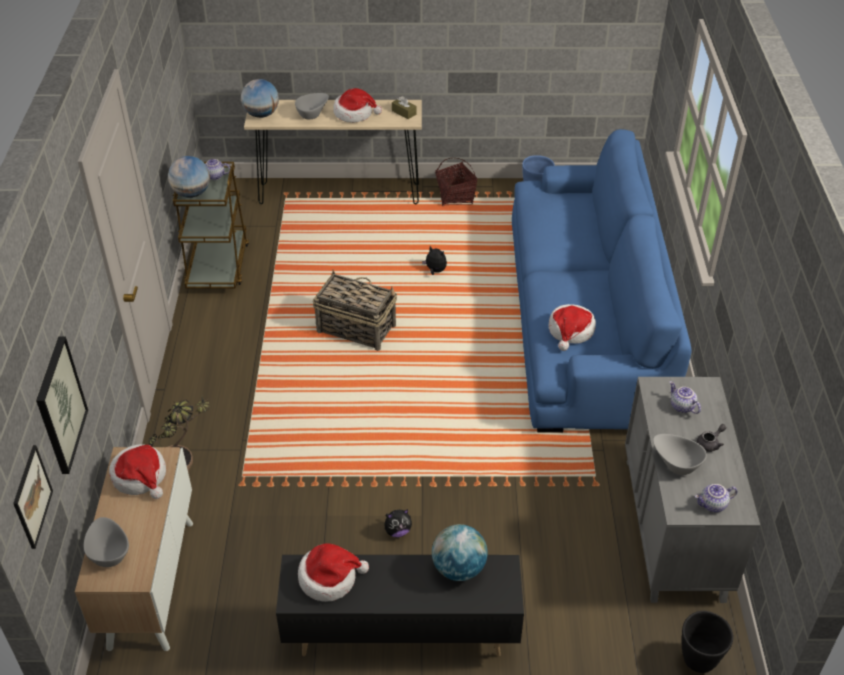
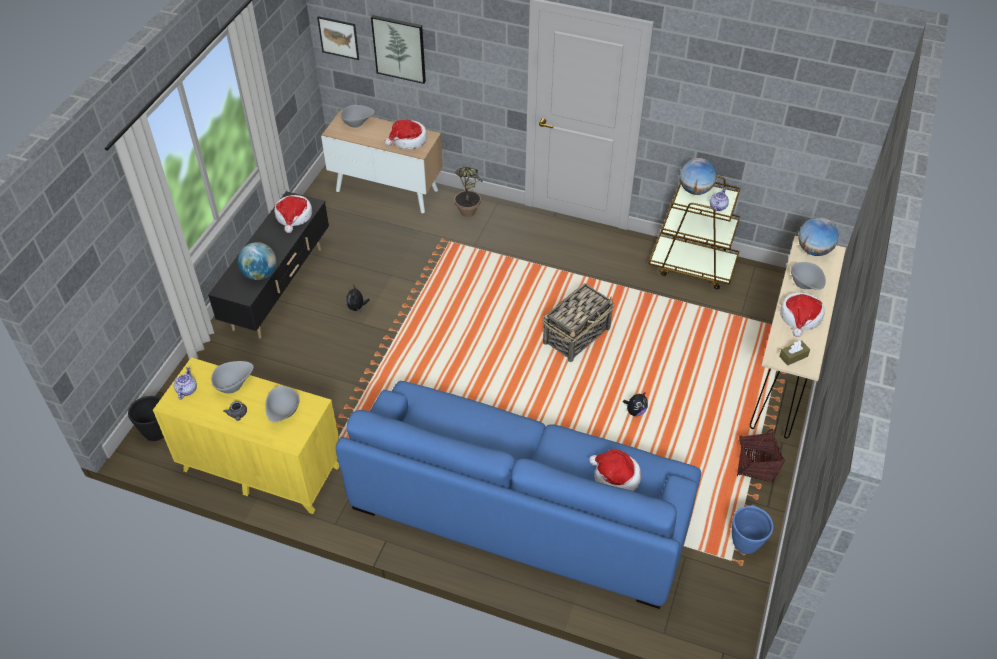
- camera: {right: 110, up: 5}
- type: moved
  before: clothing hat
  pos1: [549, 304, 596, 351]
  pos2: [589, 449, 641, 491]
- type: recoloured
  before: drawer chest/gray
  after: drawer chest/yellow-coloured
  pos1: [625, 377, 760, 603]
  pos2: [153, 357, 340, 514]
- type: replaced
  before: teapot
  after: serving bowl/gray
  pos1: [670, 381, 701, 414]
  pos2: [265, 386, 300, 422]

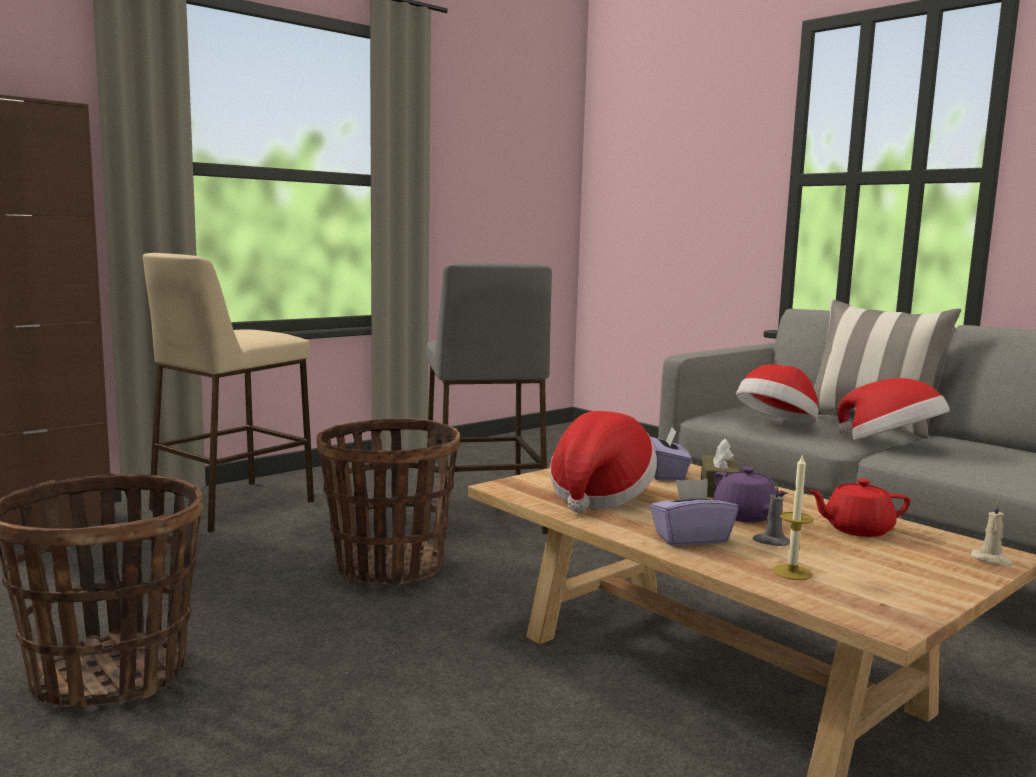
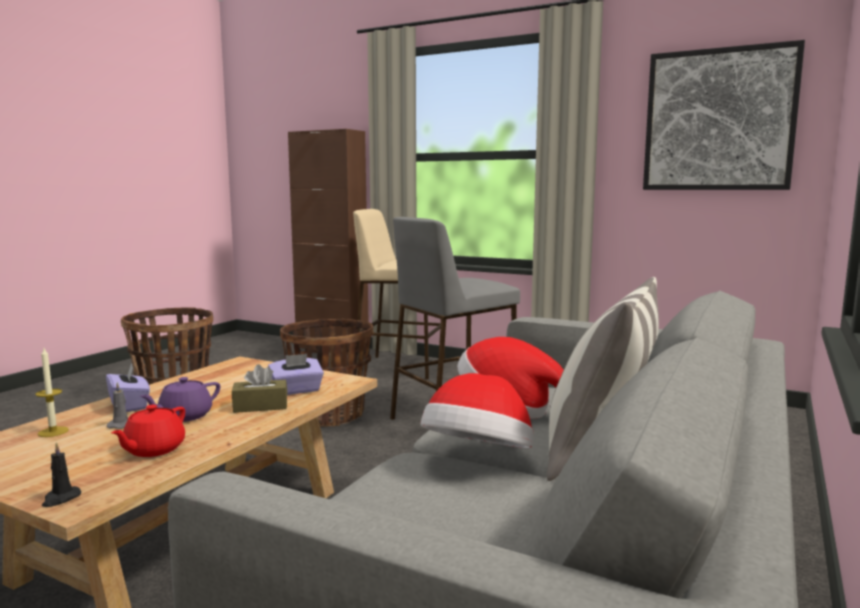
- camera: {right: 70, up: 0}
- type: removed
  before: clothing hat
  pos1: [550, 411, 657, 512]
- type: turned
  before: teapot/red
  pos1: [807, 479, 910, 537]
  pos2: [111, 405, 185, 457]
  turn: -135
- type: recoloured
  before: candle/beige-coloured
  after: candle/blackish
  pos1: [971, 500, 1014, 566]
  pos2: [42, 442, 81, 507]
- type: added
  after: picture
  pos2: [643, 40, 805, 190]

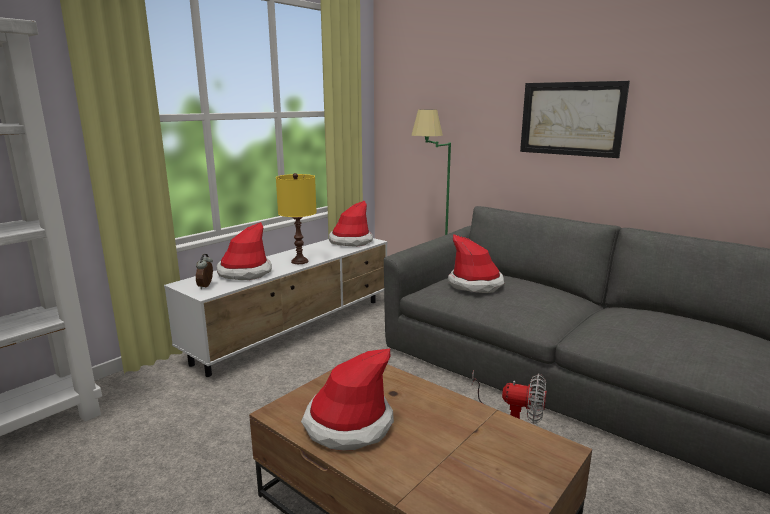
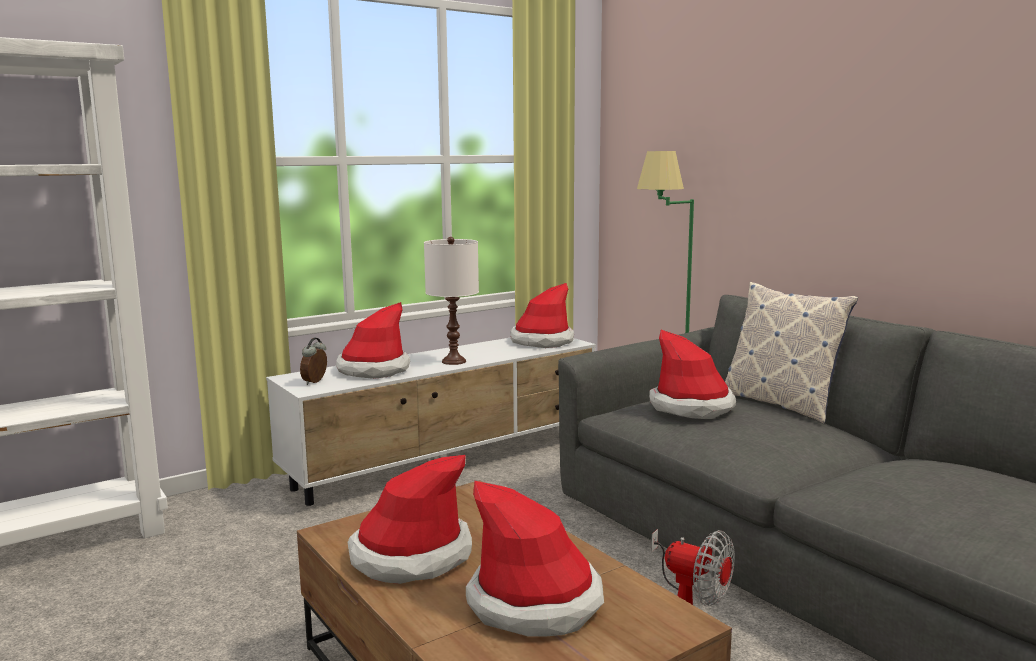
- camera: {right: 15, up: -5}
- type: removed
  before: picture
  pos1: [520, 81, 630, 158]
- type: recoloured
  before: tabletop lamp/yellow-coloured
  after: tabletop lamp/whitish
  pos1: [276, 173, 317, 264]
  pos2: [424, 237, 479, 365]
- type: added
  after: pillow
  pos2: [725, 282, 858, 424]
- type: added
  after: clothing hat
  pos2: [466, 481, 604, 637]

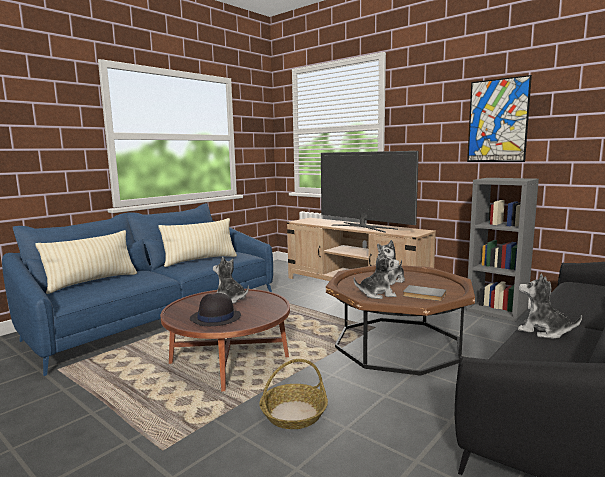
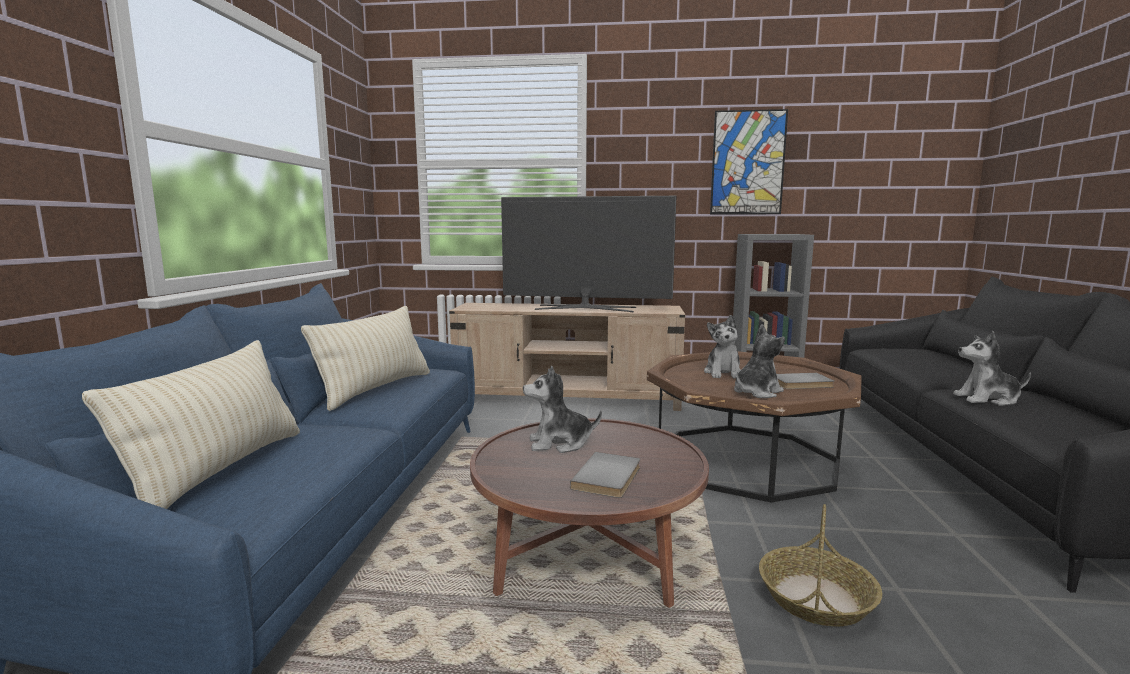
- camera: {right: -35, up: 0}
- type: replaced
  before: clothing hat/blackish
  after: book/gray
  pos1: [190, 293, 241, 326]
  pos2: [570, 452, 640, 498]

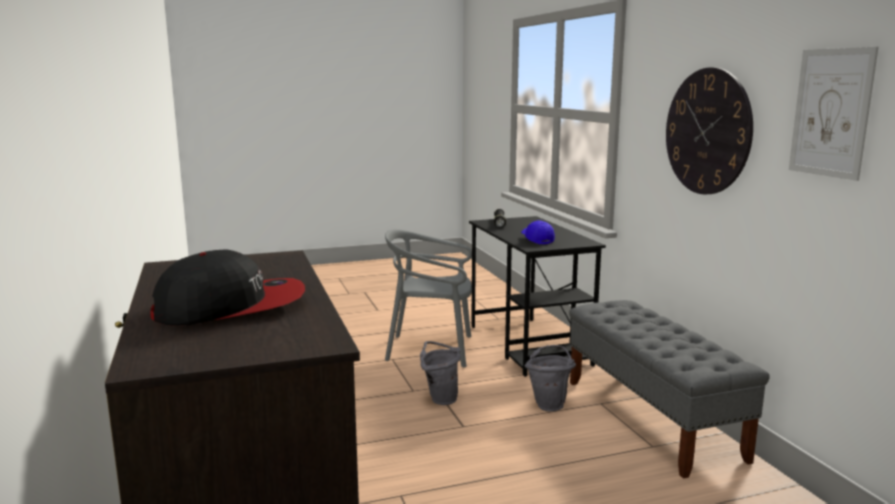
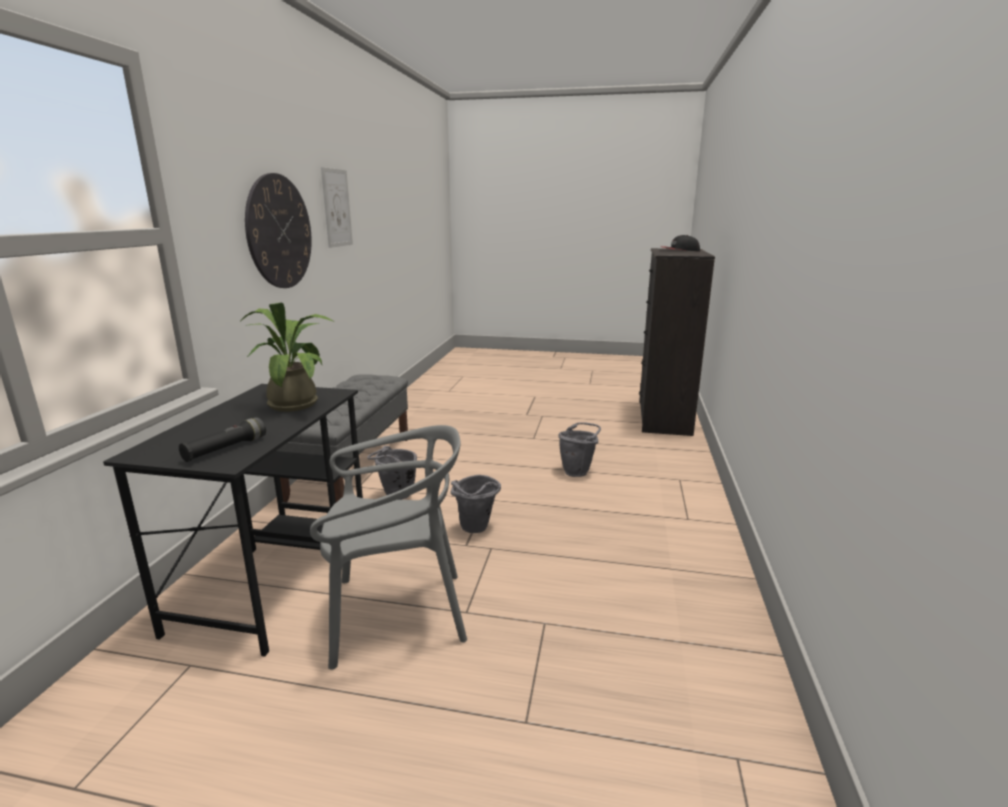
- camera: {right: -150, up: 5}
- type: replaced
  before: baseball cap/blue-coloured
  after: potted plant
  pos1: [521, 220, 555, 244]
  pos2: [240, 303, 334, 412]
- type: turned
  before: plain chair/gray
  pos1: [385, 229, 472, 368]
  pos2: [310, 425, 467, 670]
  turn: -45
- type: added
  after: bucket/gray
  pos2: [558, 422, 601, 477]

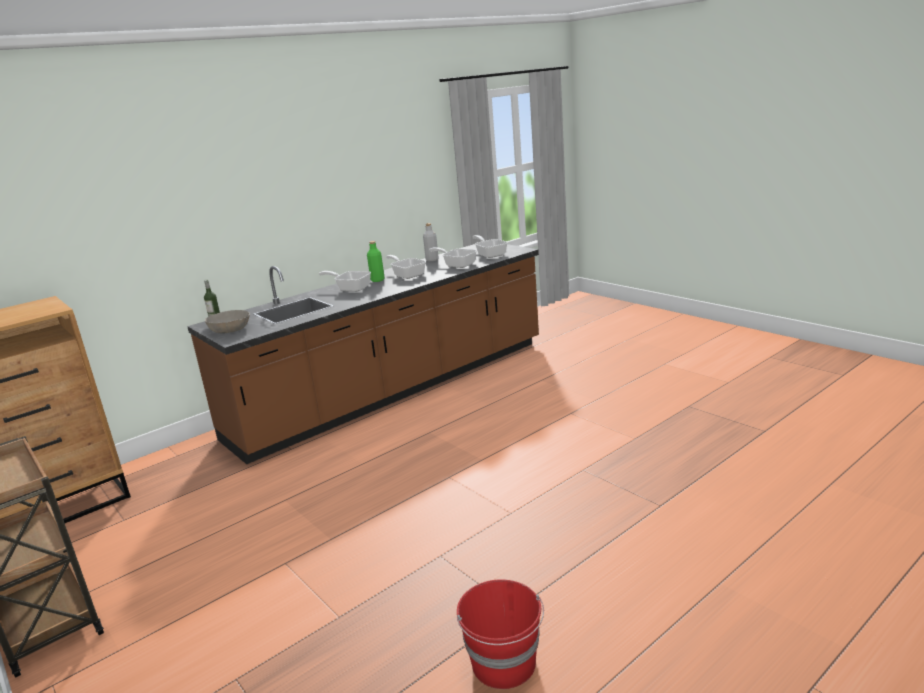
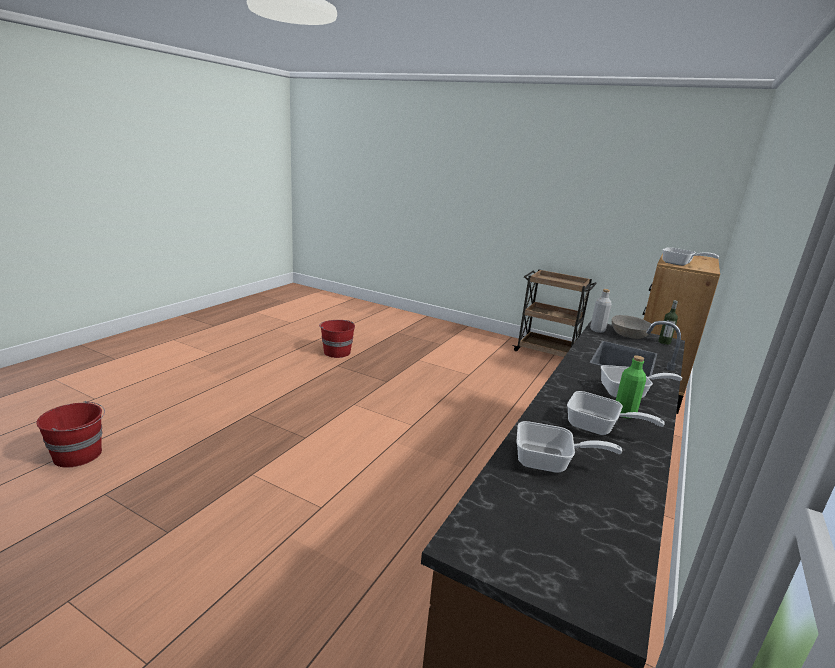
- camera: {right: 155, up: 0}
- type: moved
  before: drink bottle/gray
  pos1: [423, 223, 439, 261]
  pos2: [590, 289, 612, 333]
- type: moved
  before: pan
  pos1: [473, 235, 508, 258]
  pos2: [662, 247, 719, 266]
- type: added
  after: bucket/red
  pos2: [36, 401, 105, 468]

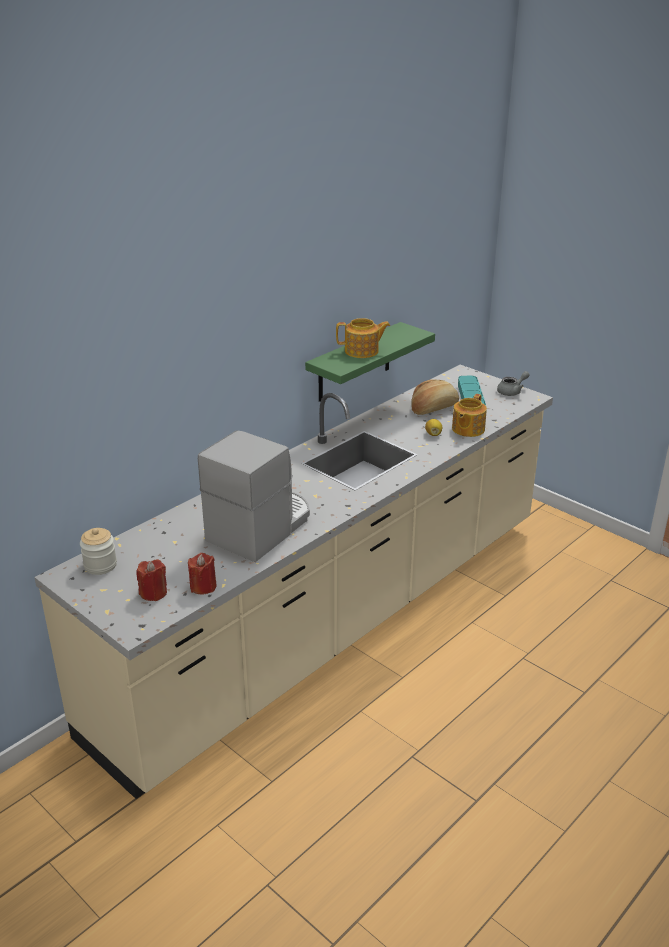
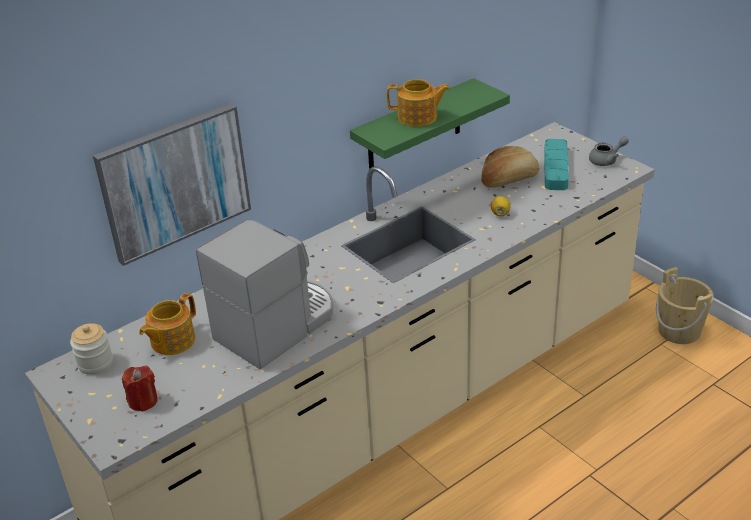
- camera: {right: 10, up: 5}
- type: moved
  before: teapot
  pos1: [452, 394, 487, 437]
  pos2: [139, 293, 196, 355]
- type: removed
  before: candle/red
  pos1: [188, 553, 217, 595]
- type: added
  after: picture
  pos2: [93, 104, 251, 266]
- type: added
  after: bucket/beige-coloured
  pos2: [656, 267, 714, 344]

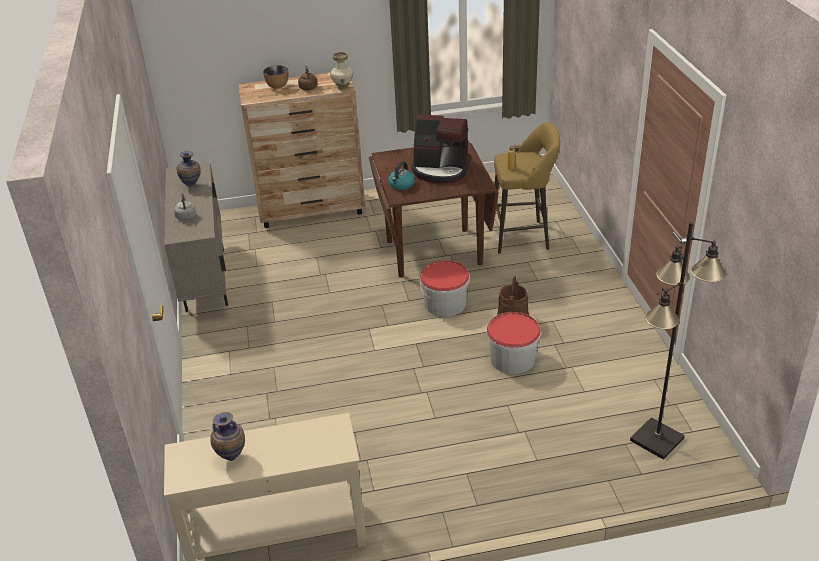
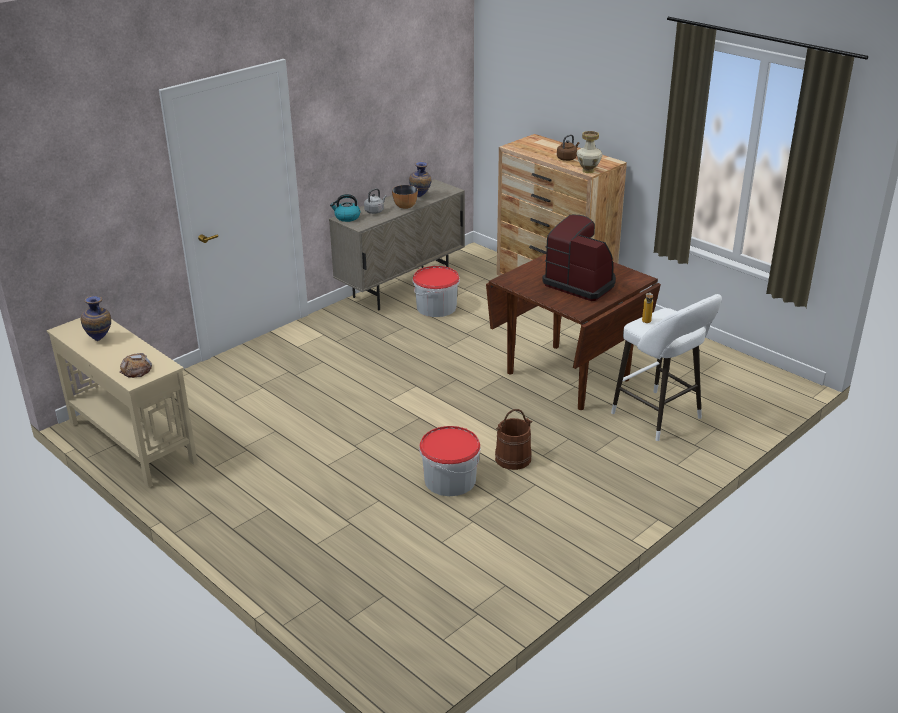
- camera: {right: 55, up: -5}
- type: moved
  before: serving bowl
  pos1: [263, 65, 288, 89]
  pos2: [392, 185, 418, 209]
- type: turned
  before: coffee maker
  pos1: [412, 114, 471, 183]
  pos2: [542, 214, 616, 301]
  turn: 150
- type: recoloured
  before: stool seat/yellow-coloured
  after: stool seat/whitish
  pos1: [493, 122, 560, 254]
  pos2: [611, 294, 722, 441]
- type: moved
  before: water kettle
  pos1: [388, 161, 415, 190]
  pos2: [330, 194, 360, 222]
- type: removed
  before: standing lamp/blackish
  pos1: [630, 222, 726, 460]
- type: moved
  before: bucket
  pos1: [420, 260, 470, 317]
  pos2: [413, 266, 460, 317]
- type: added
  after: bakery bread
  pos2: [120, 353, 152, 378]

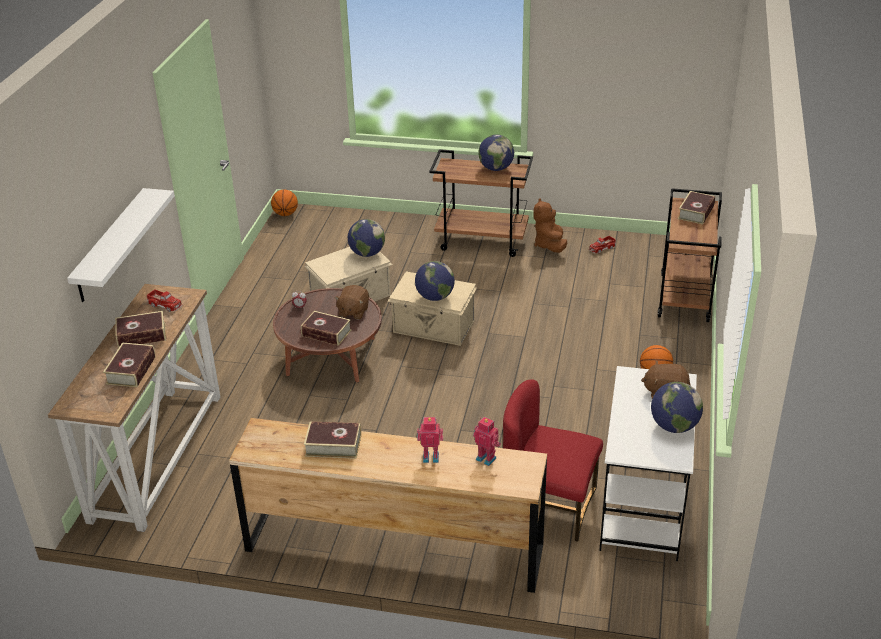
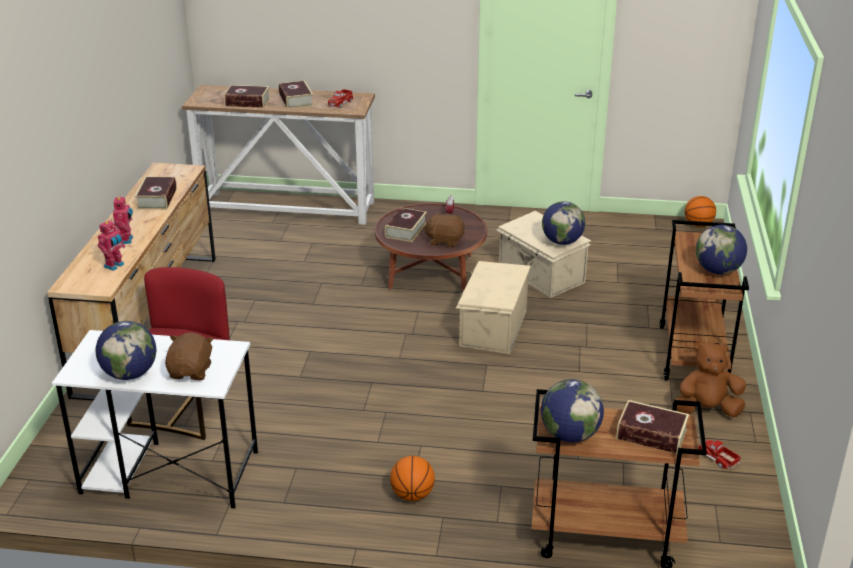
- camera: {right: 85, up: -5}
- type: removed
  before: shelf/whitish
  pos1: [67, 188, 175, 302]
- type: moved
  before: world globe
  pos1: [415, 261, 455, 301]
  pos2: [541, 379, 604, 442]

